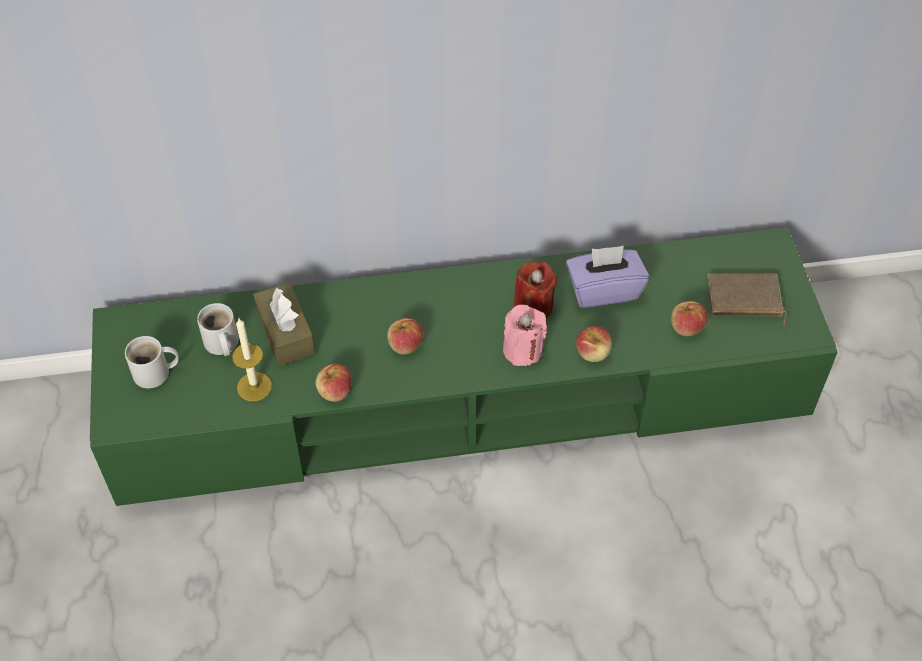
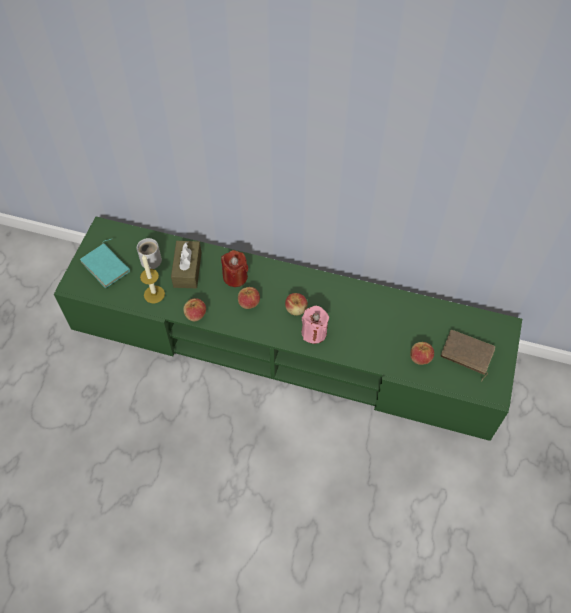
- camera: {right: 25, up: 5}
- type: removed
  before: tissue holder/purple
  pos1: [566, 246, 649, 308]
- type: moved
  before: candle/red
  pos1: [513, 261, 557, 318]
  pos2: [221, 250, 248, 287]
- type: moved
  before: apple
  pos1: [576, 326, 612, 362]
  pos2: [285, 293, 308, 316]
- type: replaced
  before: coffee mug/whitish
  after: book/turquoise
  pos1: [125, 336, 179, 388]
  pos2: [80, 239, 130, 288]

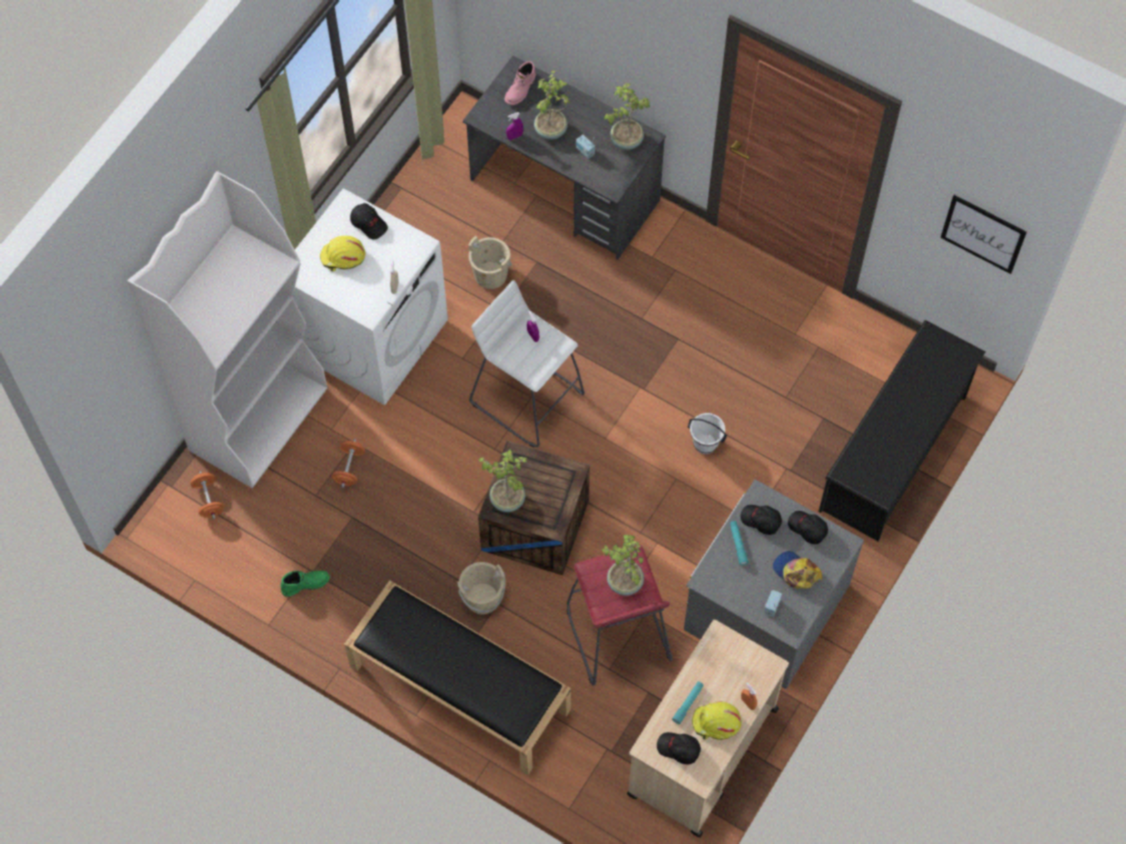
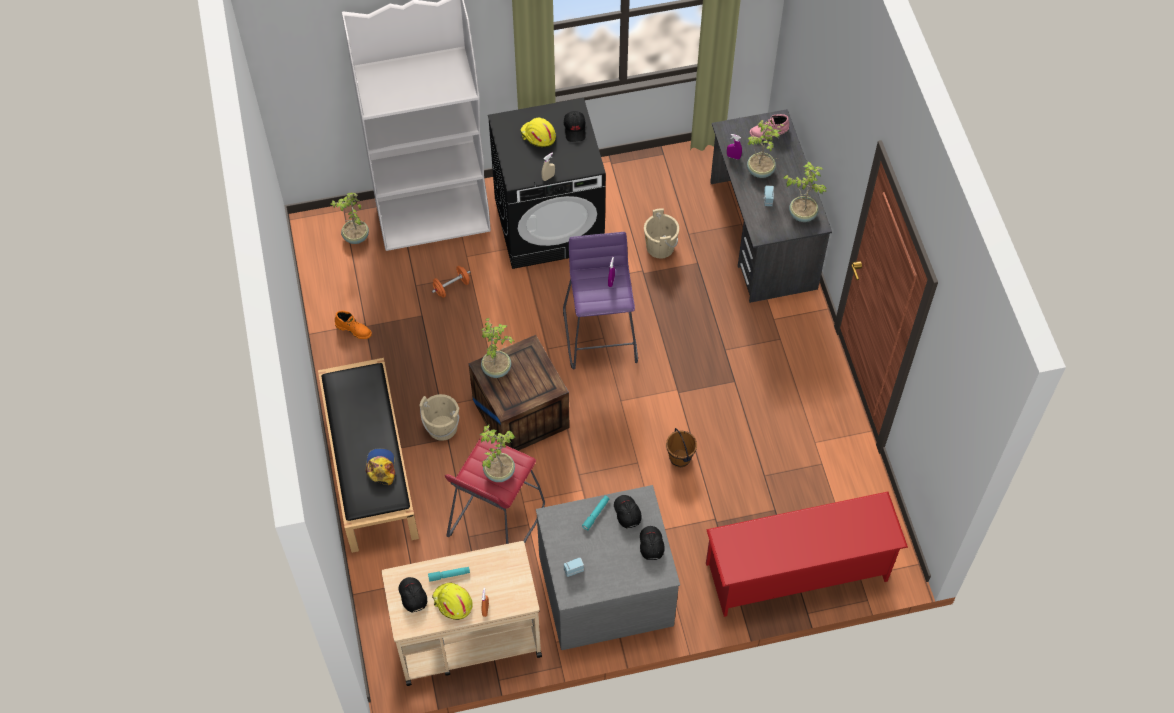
- camera: {right: 45, up: -5}
- type: recoloured
  before: laundry appliance/whitish
  after: laundry appliance/blackish
  pos1: [293, 188, 448, 405]
  pos2: [488, 98, 606, 269]
- type: removed
  before: picture
  pos1: [940, 195, 1027, 274]
- type: recoloured
  before: stool seat/whitish
  after: stool seat/purple
  pos1: [469, 280, 585, 447]
  pos2: [563, 232, 638, 370]
- type: recoloured
  before: shoe shelf/blackish
  after: shoe shelf/red
  pos1: [818, 320, 985, 541]
  pos2: [706, 492, 908, 617]
- type: recoloured
  before: bucket/whitish
  after: bucket/brown
  pos1: [688, 413, 727, 454]
  pos2: [666, 428, 697, 467]
- type: replaced
  before: dumbbell/orange
  after: potted plant
  pos1: [190, 471, 224, 519]
  pos2: [331, 193, 369, 244]
- type: moved
  before: baseball cap
  pos1: [772, 551, 822, 589]
  pos2: [366, 448, 395, 485]
- type: recoloured
  before: high-top boot/green-coloured
  after: high-top boot/orange
  pos1: [281, 571, 330, 597]
  pos2: [335, 311, 372, 339]

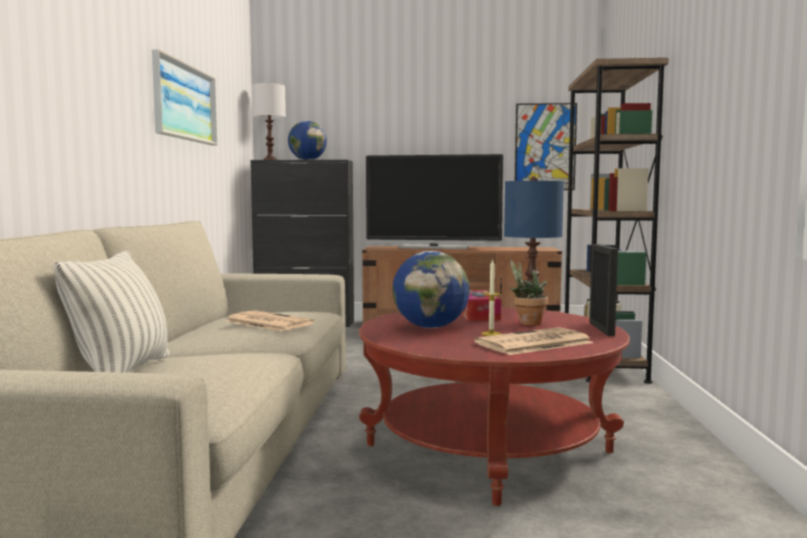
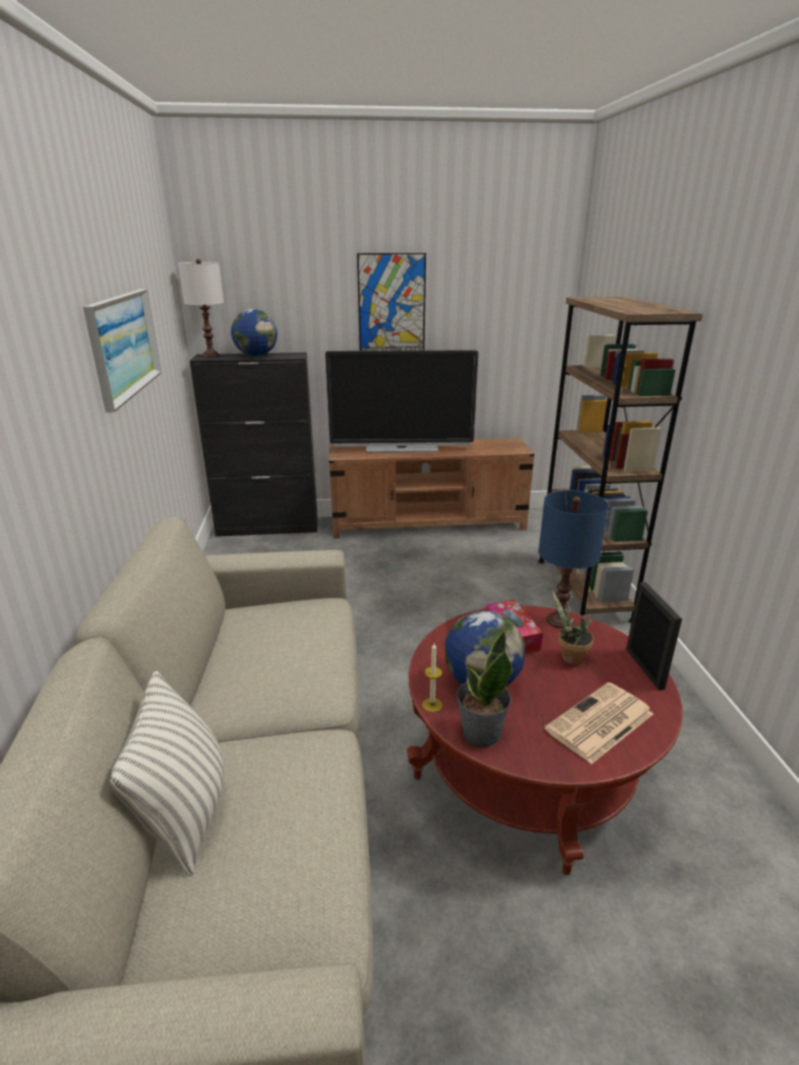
- camera: {right: -10, up: 20}
- type: moved
  before: picture
  pos1: [515, 103, 577, 190]
  pos2: [357, 253, 426, 351]
- type: moved
  before: candle
  pos1: [481, 259, 501, 336]
  pos2: [422, 643, 442, 712]
- type: removed
  before: printed paper
  pos1: [226, 310, 315, 331]
- type: added
  after: potted plant
  pos2: [456, 631, 513, 747]

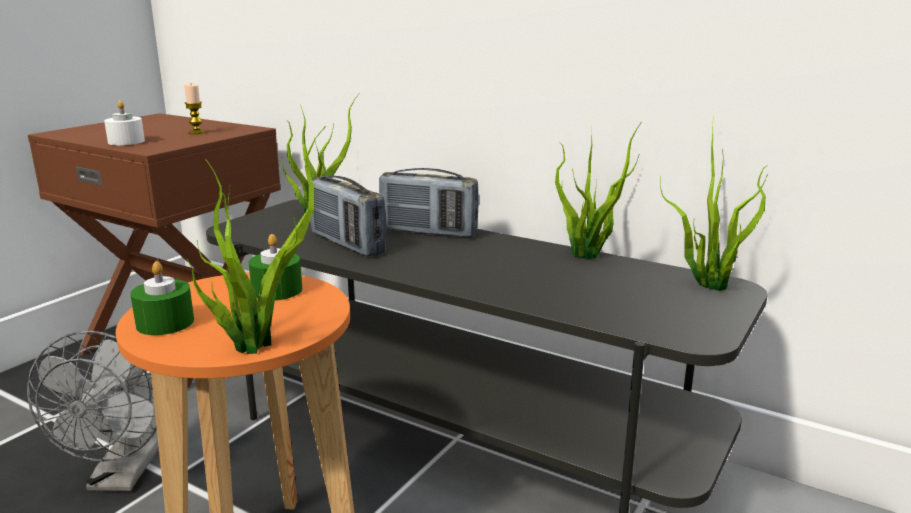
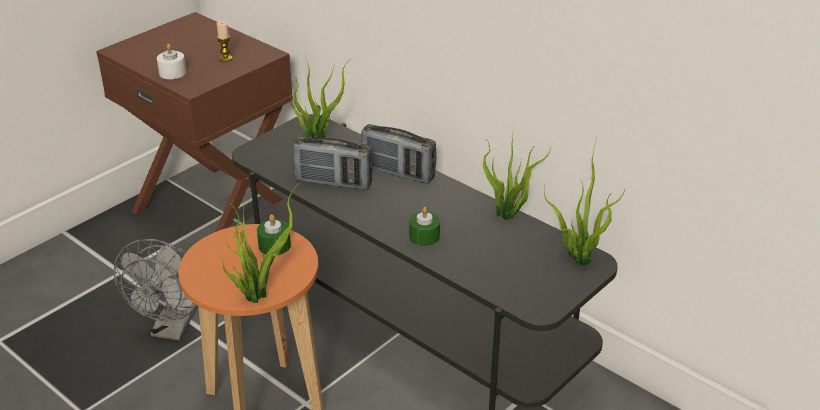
- camera: {right: 10, up: 15}
- type: turned
  before: radio set
  pos1: [308, 176, 386, 256]
  pos2: [293, 137, 372, 190]
  turn: -45
- type: moved
  before: candle/green-coloured
  pos1: [130, 261, 194, 335]
  pos2: [409, 207, 440, 246]

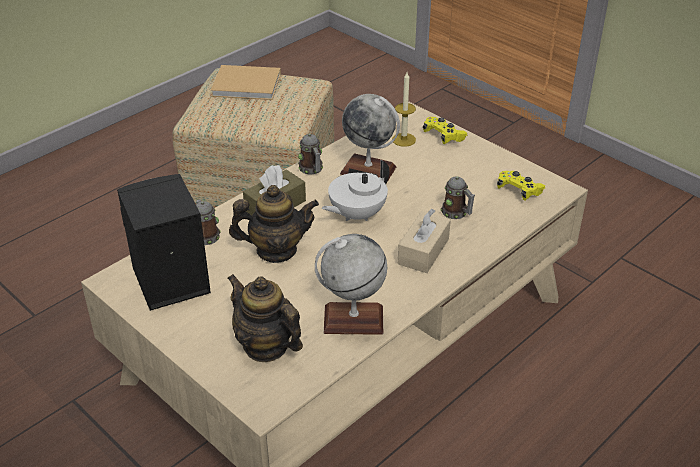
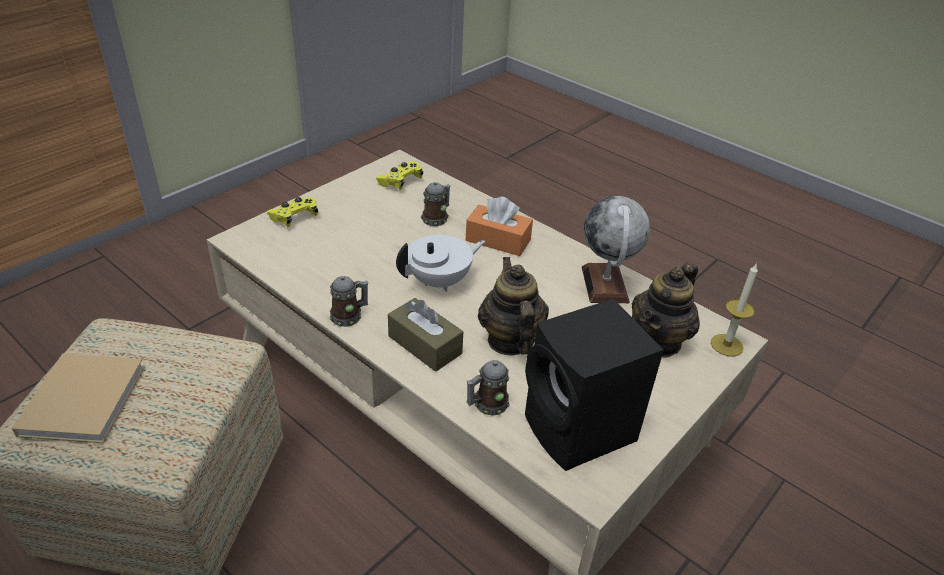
- camera: {right: -95, up: 0}
- type: moved
  before: candle
  pos1: [392, 72, 416, 147]
  pos2: [711, 263, 758, 357]
- type: removed
  before: world globe
  pos1: [340, 94, 400, 182]
- type: turned
  before: teapot/whitish
  pos1: [322, 160, 389, 221]
  pos2: [396, 235, 485, 292]
  turn: -75
- type: recoloured
  before: tissue holder/beige-coloured
  after: tissue holder/orange
  pos1: [398, 209, 451, 273]
  pos2: [466, 196, 533, 256]

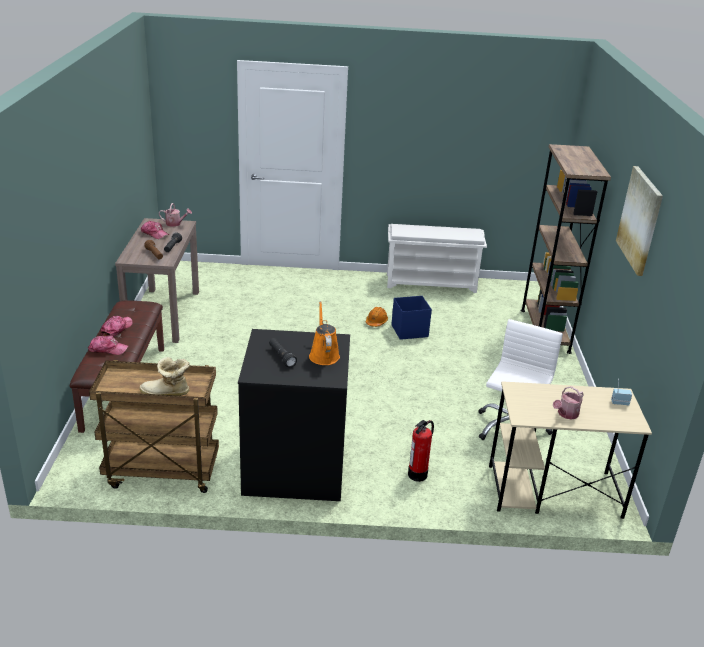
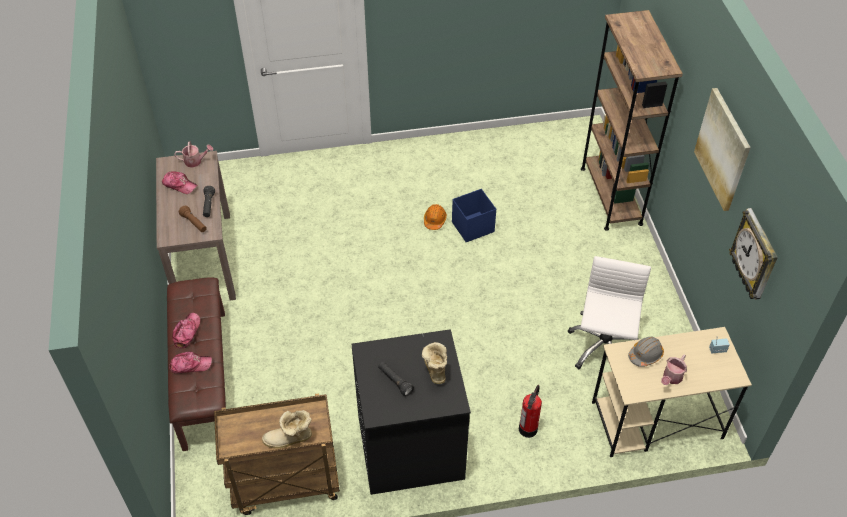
- camera: {right: -10, up: 20}
- type: removed
  before: shoe shelf/whitish
  pos1: [387, 224, 487, 293]
- type: replaced
  before: watering pot/orange
  after: high-top boot
  pos1: [309, 301, 340, 365]
  pos2: [422, 342, 447, 384]
- type: added
  after: clock on the wall
  pos2: [729, 208, 778, 300]
- type: added
  after: work helmet/gray
  pos2: [628, 337, 664, 367]

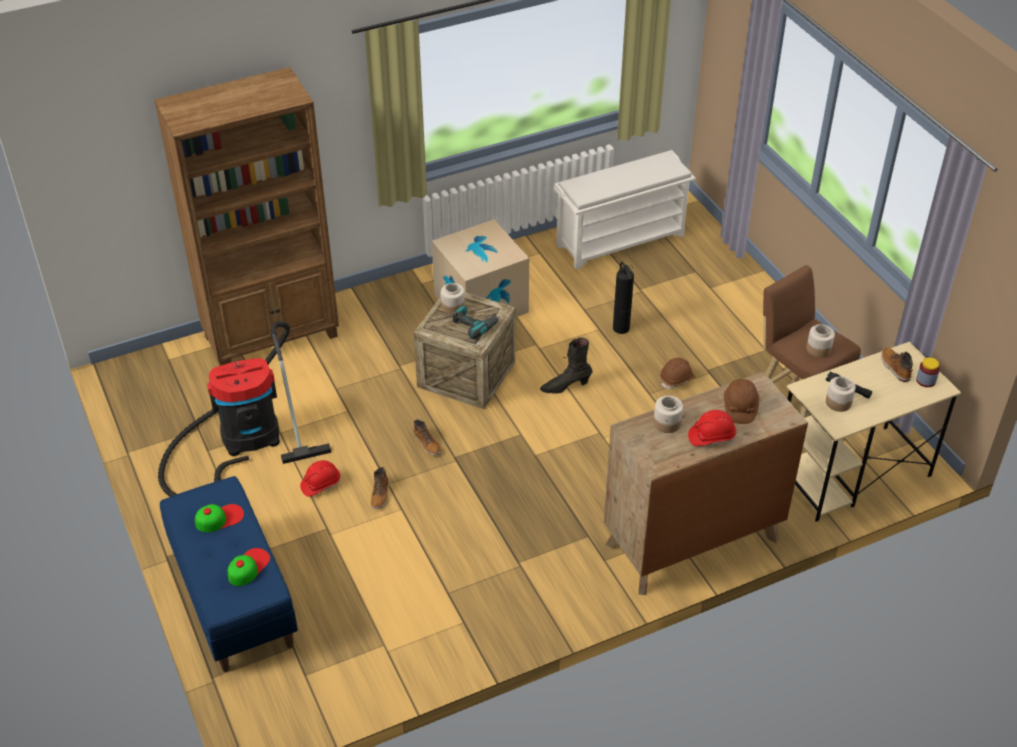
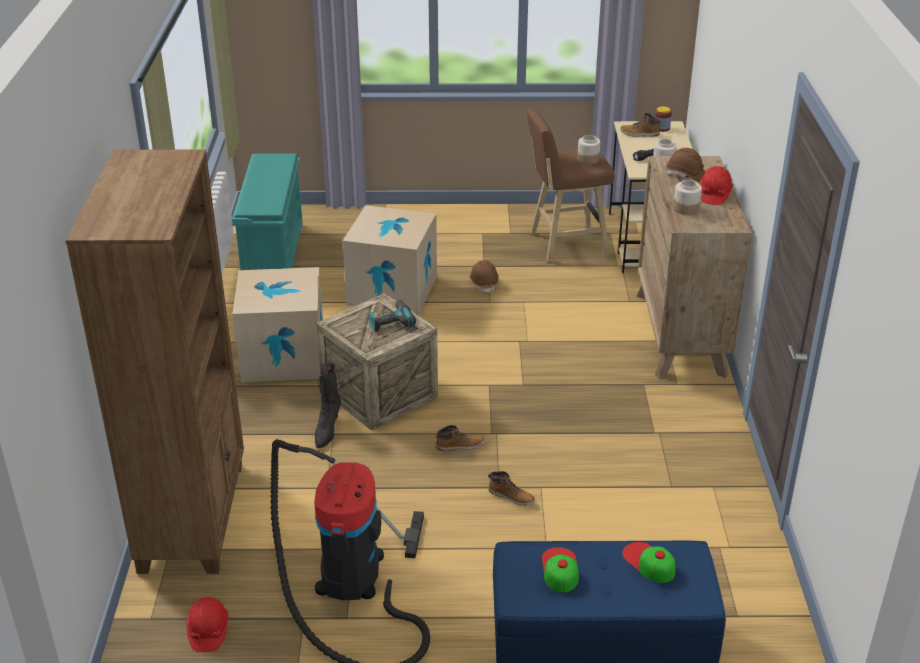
- camera: {right: -65, up: -10}
- type: recoloured
  before: shoe shelf/whitish
  after: shoe shelf/turquoise
  pos1: [554, 150, 696, 270]
  pos2: [232, 153, 303, 270]
- type: replaced
  before: fire extinguisher
  after: cardboard box
  pos1: [613, 261, 634, 334]
  pos2: [343, 205, 437, 315]
- type: removed
  before: jar
  pos1: [441, 283, 465, 314]
- type: moved
  before: high-top boot/blackish
  pos1: [540, 338, 592, 394]
  pos2: [315, 362, 341, 448]
- type: moved
  before: work helmet/red
  pos1: [300, 460, 341, 497]
  pos2: [186, 597, 229, 652]

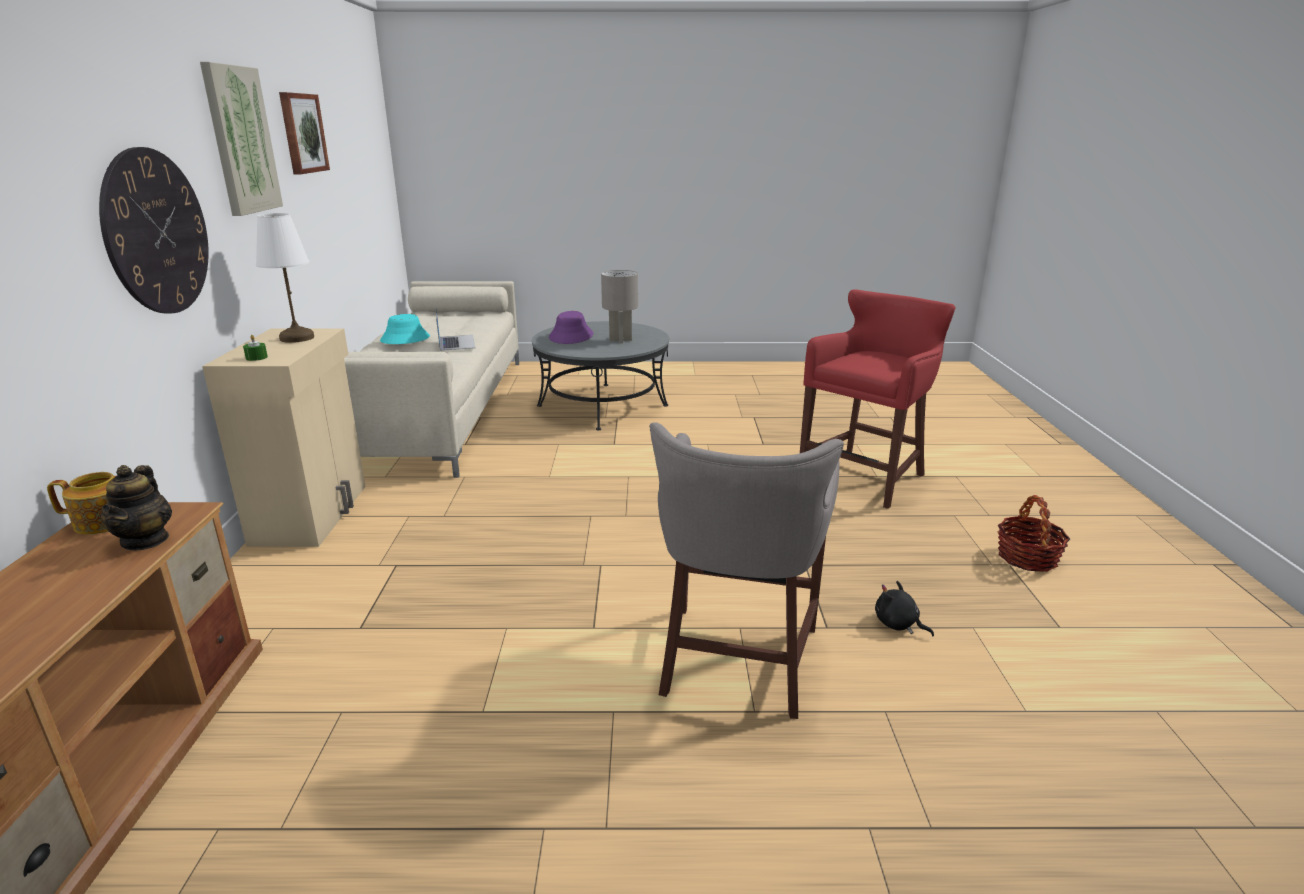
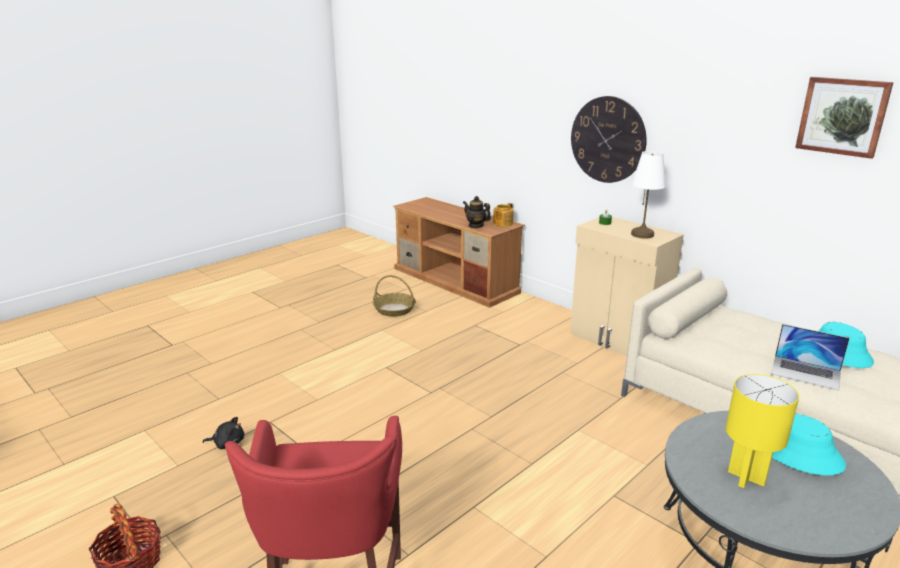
- camera: {right: 135, up: 0}
- type: removed
  before: picture
  pos1: [200, 62, 283, 216]
- type: recoloured
  before: tabletop lamp/gray
  after: tabletop lamp/yellow-coloured
  pos1: [601, 270, 638, 344]
  pos2: [726, 374, 799, 488]
- type: recoloured
  before: clothing hat/purple
  after: clothing hat/turquoise
  pos1: [549, 311, 593, 344]
  pos2: [772, 414, 846, 475]
- type: removed
  before: stool seat/gray
  pos1: [649, 422, 844, 719]
- type: added
  after: storage basket
  pos2: [373, 275, 416, 317]

